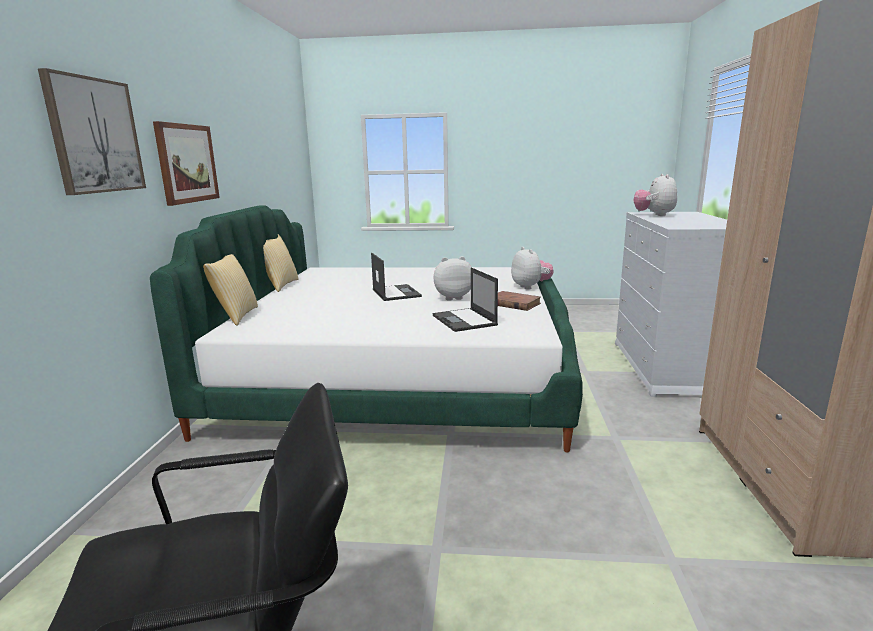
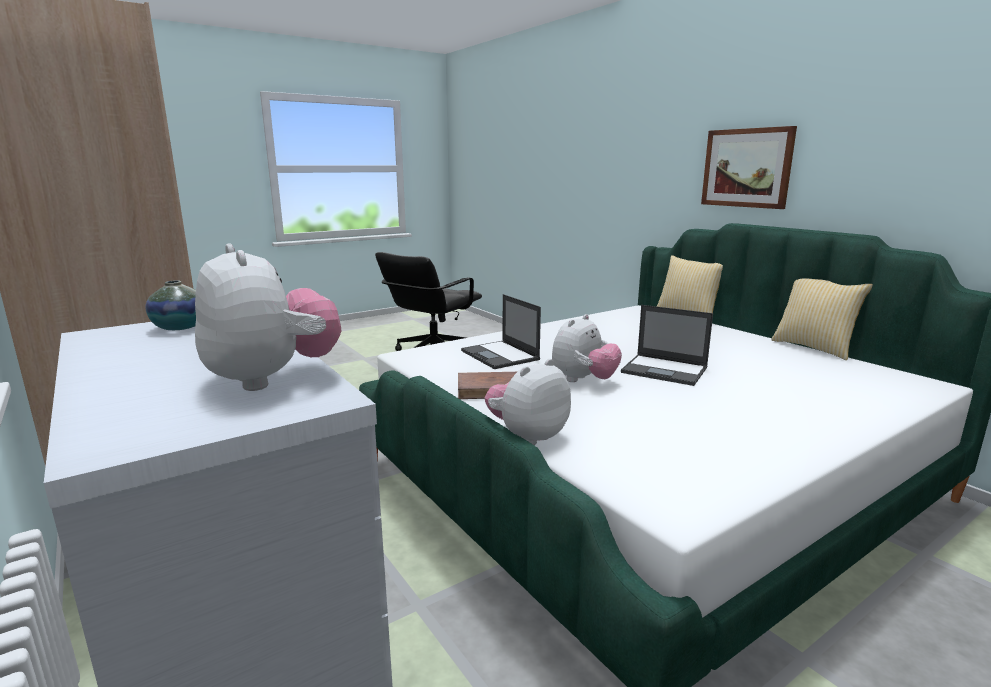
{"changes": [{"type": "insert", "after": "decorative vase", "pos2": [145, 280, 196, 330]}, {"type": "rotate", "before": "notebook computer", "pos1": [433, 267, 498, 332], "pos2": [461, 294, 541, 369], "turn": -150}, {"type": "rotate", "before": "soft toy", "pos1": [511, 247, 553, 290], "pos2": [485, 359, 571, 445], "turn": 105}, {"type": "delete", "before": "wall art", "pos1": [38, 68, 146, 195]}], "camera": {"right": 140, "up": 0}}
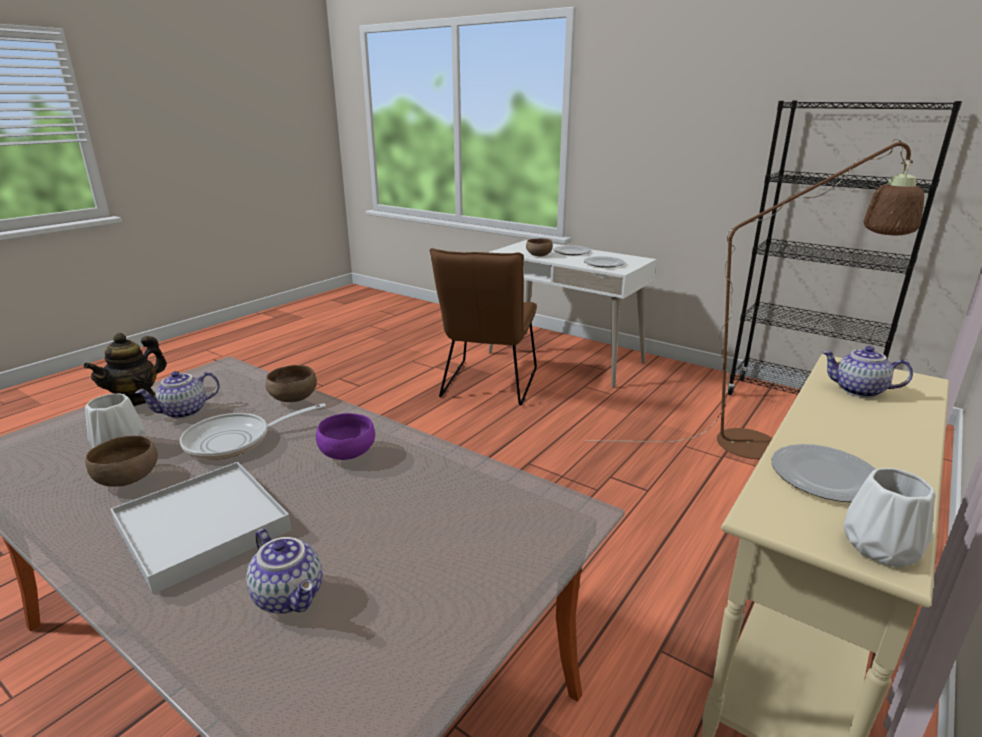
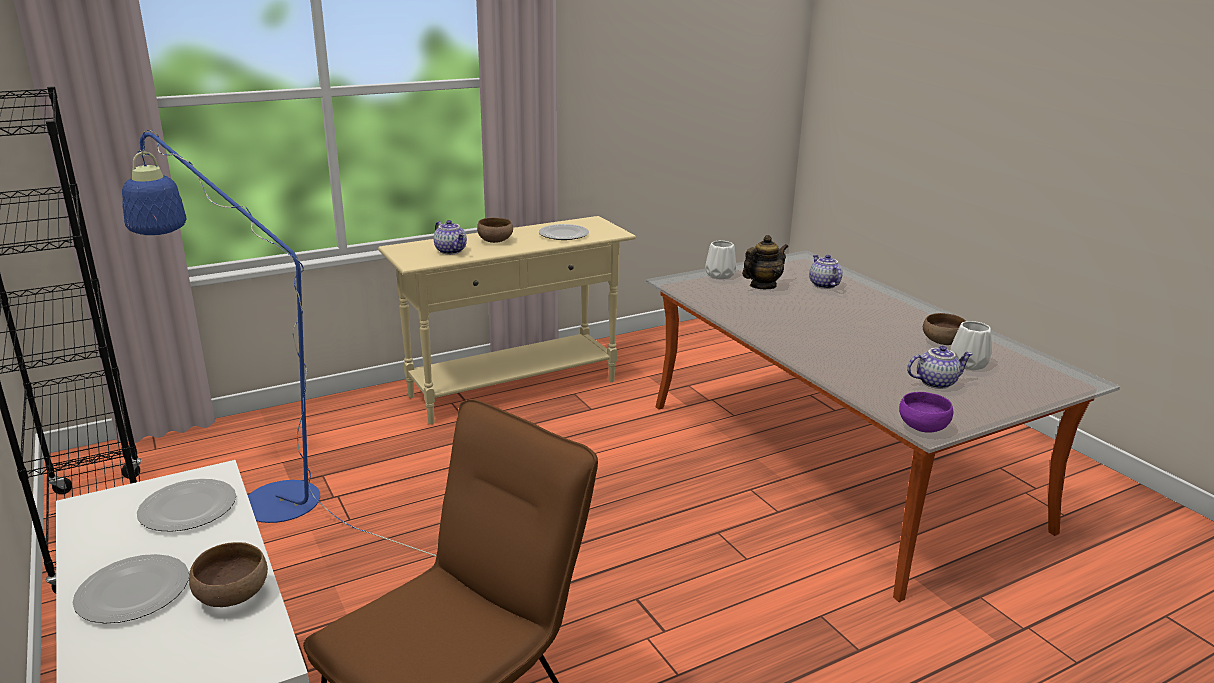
{"changes": [{"type": "recolor", "before": "floor lamp/brownish", "after": "floor lamp/bluish", "pos1": [615, 139, 924, 459], "pos2": [122, 130, 437, 556]}, {"type": "move", "before": "deep dish/brownish", "pos1": [266, 365, 317, 402], "pos2": [477, 217, 513, 243]}, {"type": "move", "before": "decorative vase/whitish", "pos1": [843, 468, 935, 567], "pos2": [705, 241, 736, 279]}, {"type": "move", "before": "pot for tea", "pos1": [83, 333, 167, 406], "pos2": [742, 235, 788, 289]}, {"type": "move", "before": "deep dish/purplish", "pos1": [316, 413, 375, 460], "pos2": [899, 392, 953, 433]}, {"type": "delete", "before": "tray/whitish", "pos1": [110, 462, 291, 594]}, {"type": "delete", "before": "skillet", "pos1": [180, 403, 326, 460]}], "camera": {"right": -155, "up": 0}}
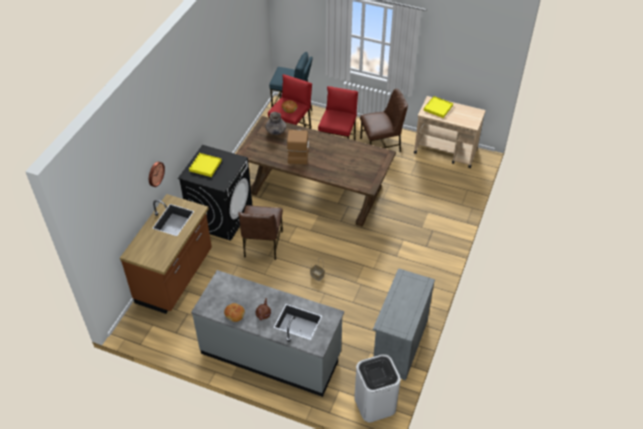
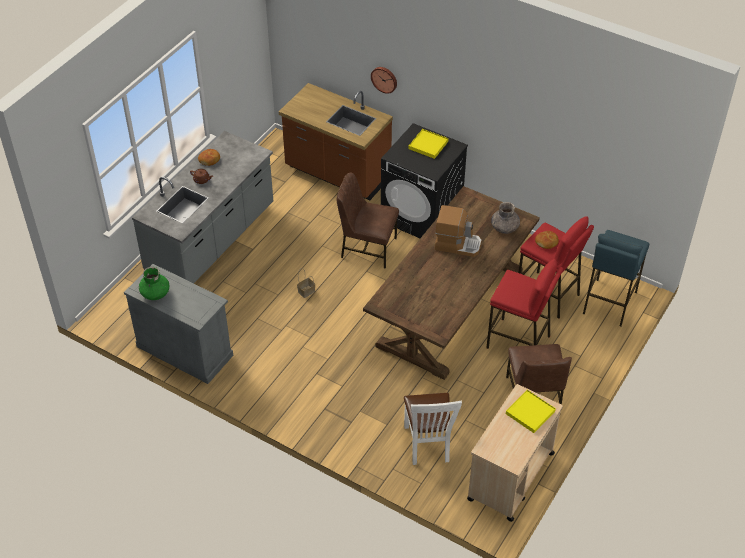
{"changes": [{"type": "insert", "after": "decorative vase/greenish", "pos2": [139, 267, 169, 300]}, {"type": "insert", "after": "plain chair/whitish", "pos2": [404, 393, 462, 465]}, {"type": "delete", "before": "waste bin/whitish", "pos1": [354, 354, 401, 422]}], "camera": {"right": 100, "up": 0}}
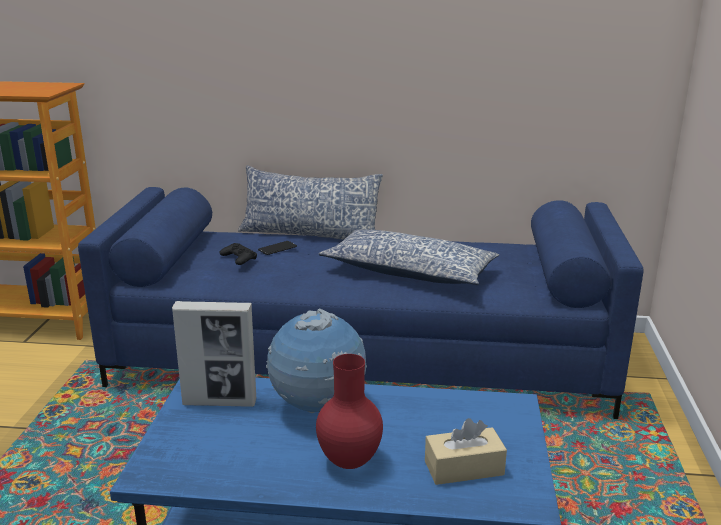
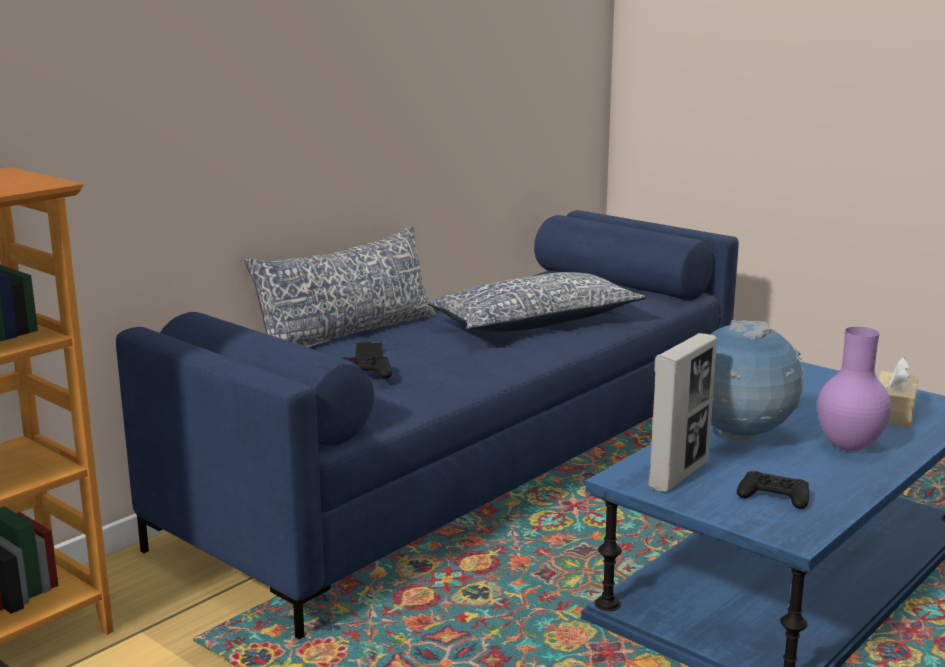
{"changes": [{"type": "insert", "after": "joypad/black-coloured", "pos2": [737, 471, 809, 509]}, {"type": "recolor", "before": "decorative vase/red", "after": "decorative vase/purplish", "pos1": [316, 354, 383, 469], "pos2": [817, 327, 891, 452]}], "camera": {"right": -55, "up": -5}}
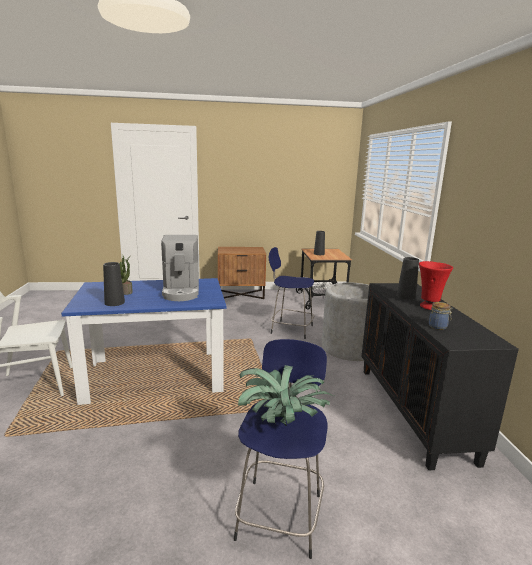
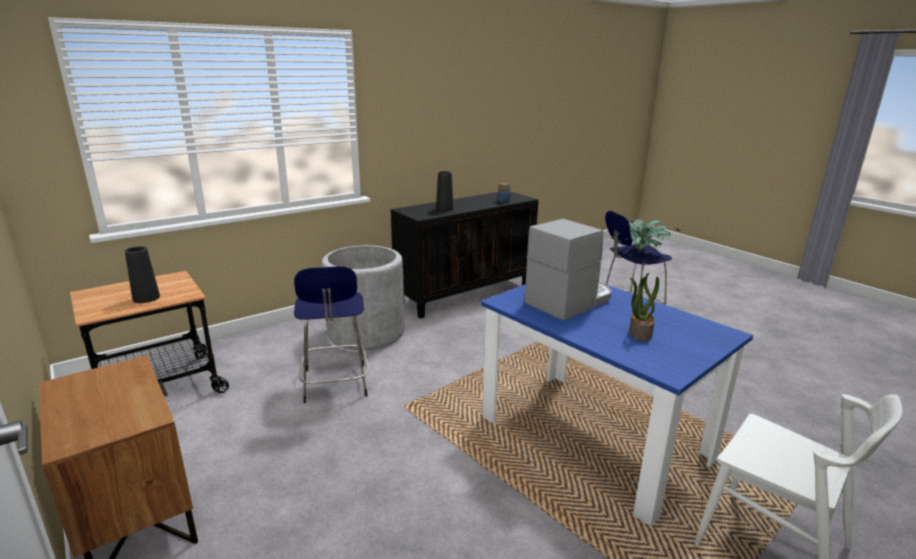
{"changes": [{"type": "delete", "before": "decorative vase/black-coloured", "pos1": [103, 262, 125, 306]}, {"type": "delete", "before": "decorative vase/red", "pos1": [419, 261, 453, 310]}], "camera": {"right": -120, "up": 5}}
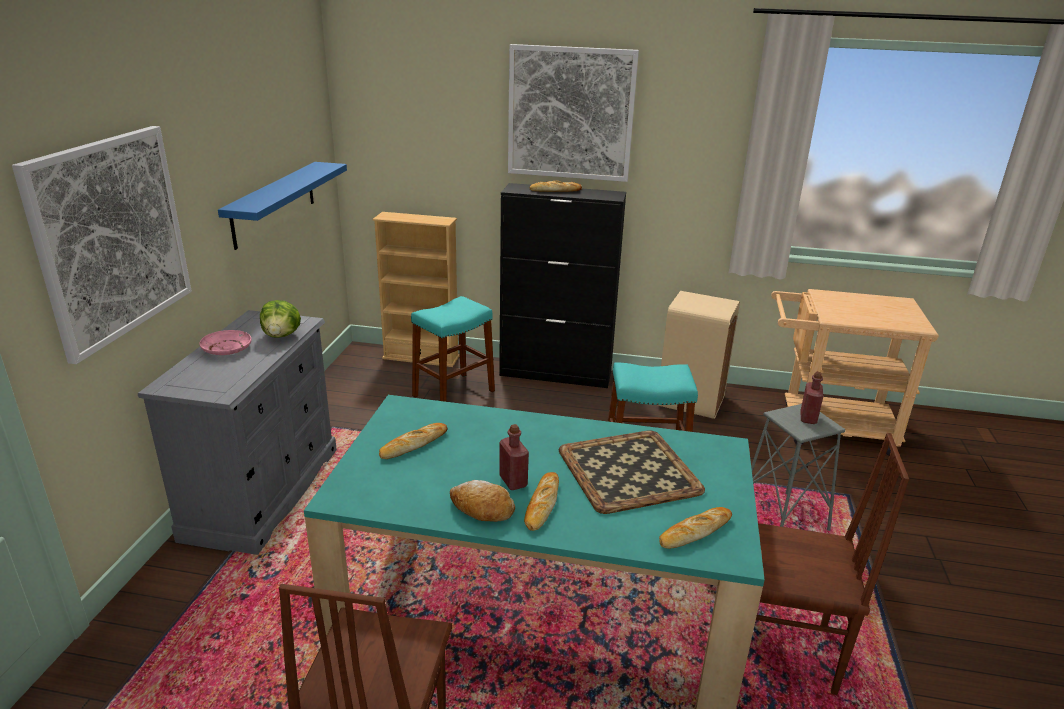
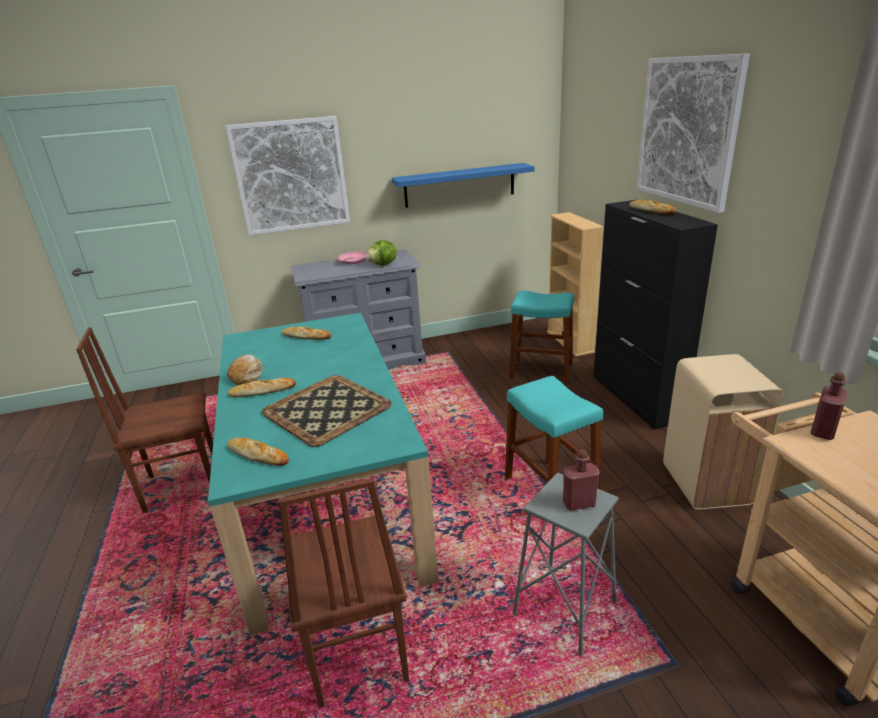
{"changes": [{"type": "move", "before": "beverage bottle/red", "pos1": [499, 424, 529, 490], "pos2": [810, 372, 847, 440]}], "camera": {"right": 65, "up": 0}}
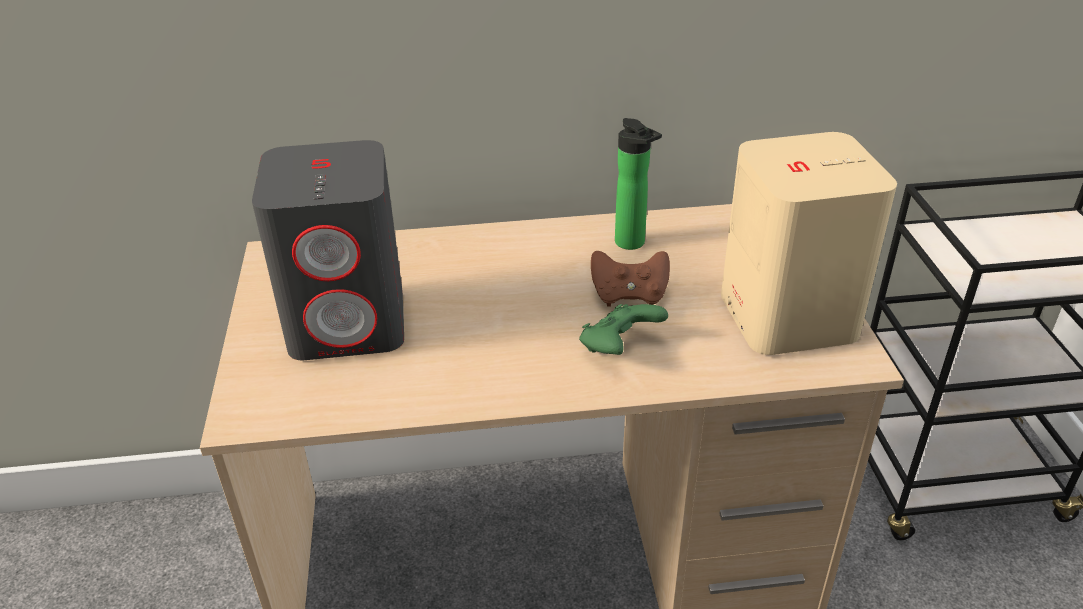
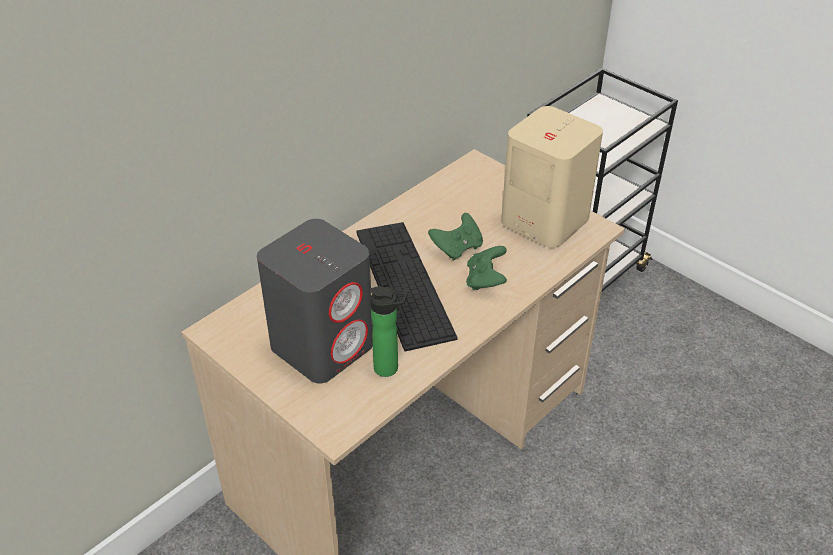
{"changes": [{"type": "insert", "after": "computer keyboard", "pos2": [356, 222, 458, 351]}, {"type": "move", "before": "beverage bottle", "pos1": [615, 118, 662, 250], "pos2": [370, 286, 408, 377]}, {"type": "recolor", "before": "joypad/brownish", "after": "joypad/greenish", "pos1": [591, 251, 670, 307], "pos2": [428, 213, 483, 261]}], "camera": {"right": -40, "up": 5}}
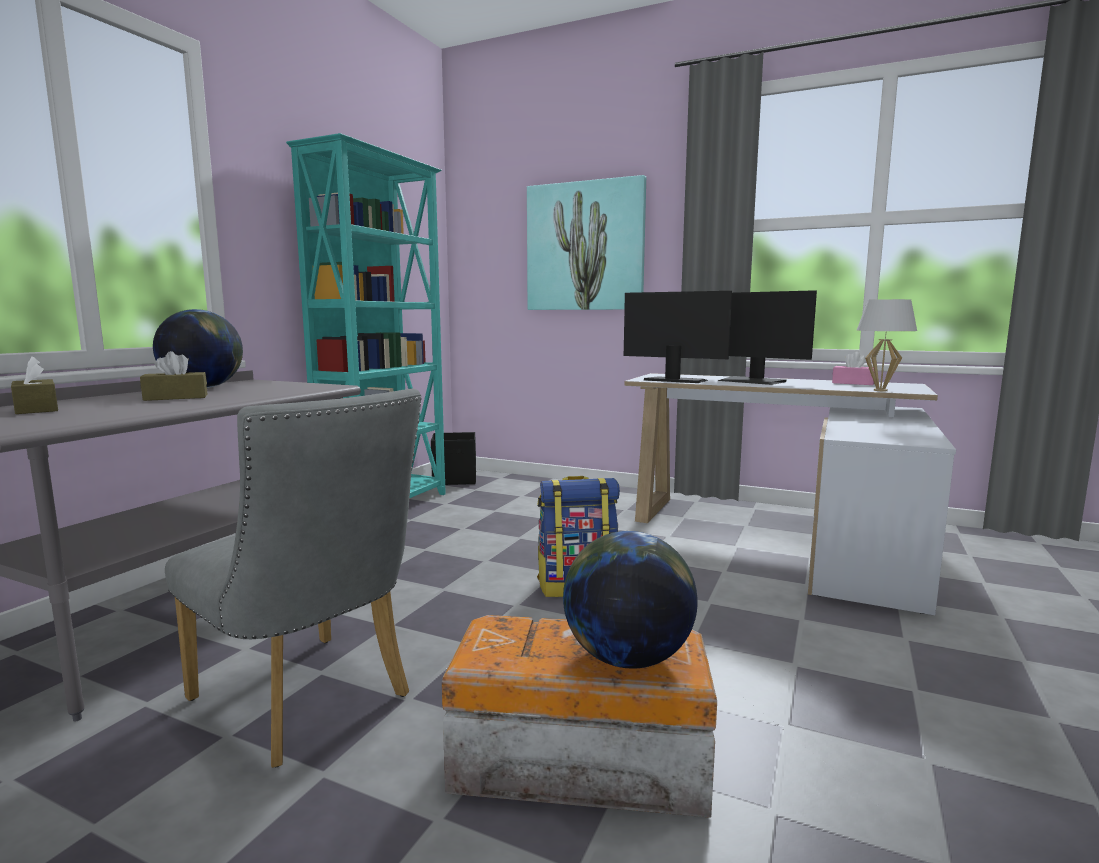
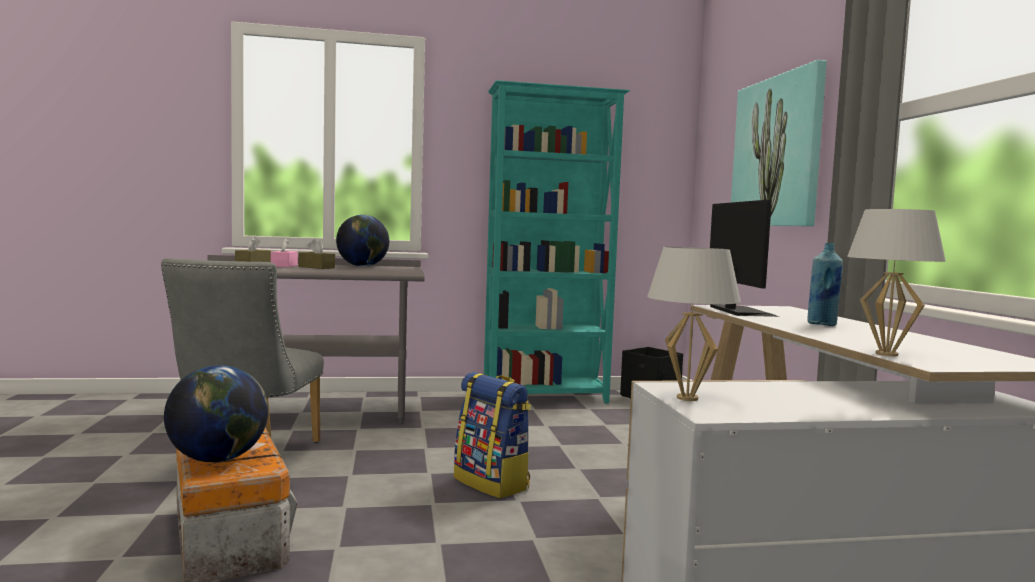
{"changes": [{"type": "move", "before": "box of tissues/pinkish", "pos1": [832, 351, 875, 385], "pos2": [271, 238, 298, 267]}, {"type": "insert", "after": "tabletop lamp/whitish", "pos2": [647, 247, 741, 401]}, {"type": "replace", "before": "computer display", "after": "beverage bottle/bluish", "pos1": [718, 290, 817, 385], "pos2": [807, 243, 843, 326]}], "camera": {"right": 55, "up": -5}}
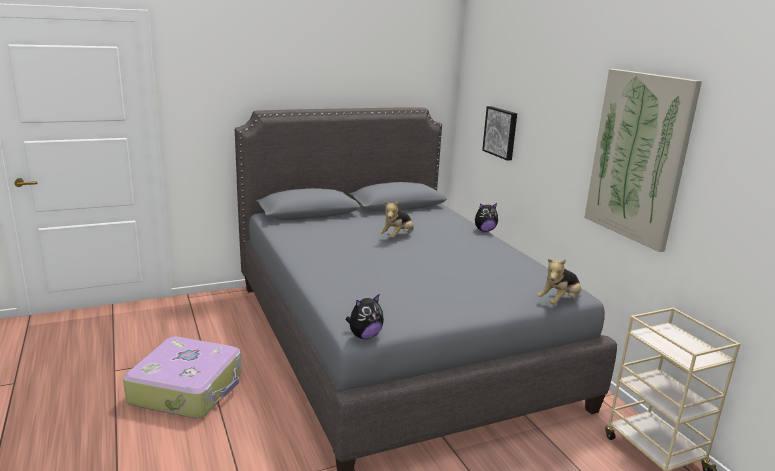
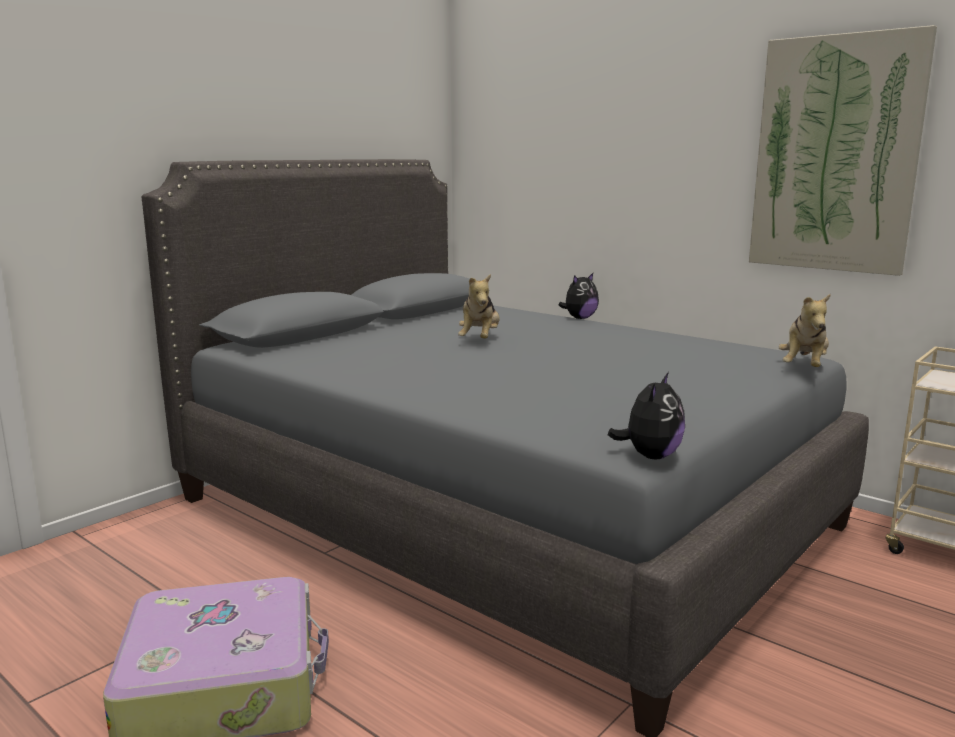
{"changes": [{"type": "delete", "before": "wall art", "pos1": [482, 106, 517, 161]}], "camera": {"right": -25, "up": -5}}
